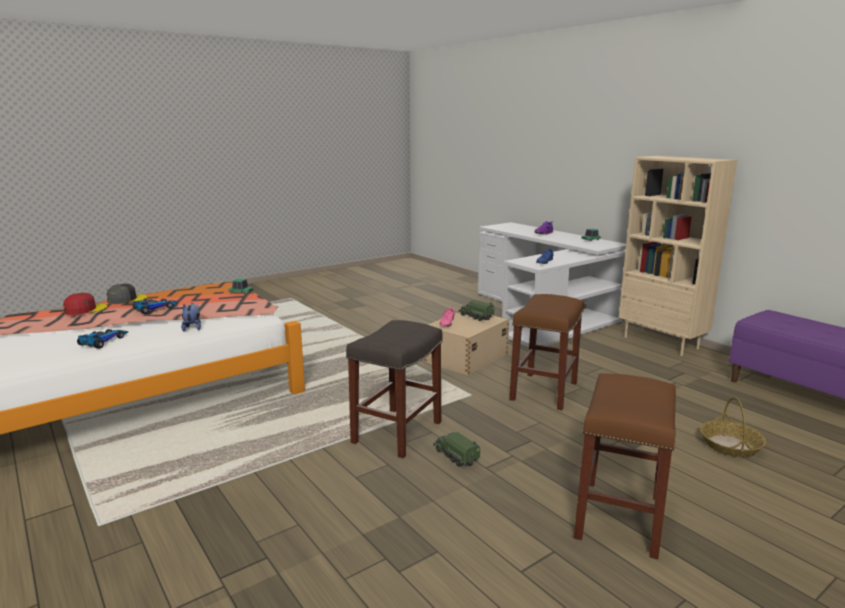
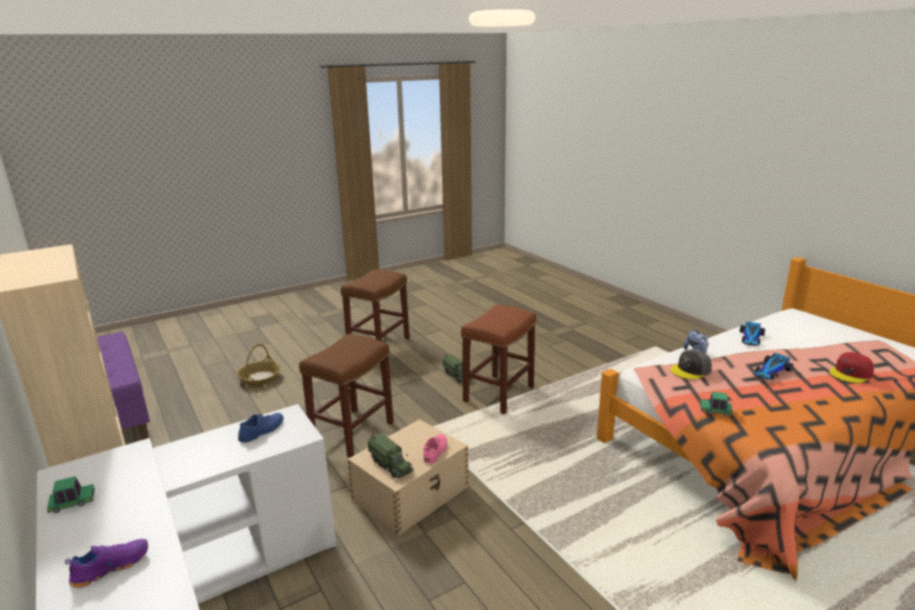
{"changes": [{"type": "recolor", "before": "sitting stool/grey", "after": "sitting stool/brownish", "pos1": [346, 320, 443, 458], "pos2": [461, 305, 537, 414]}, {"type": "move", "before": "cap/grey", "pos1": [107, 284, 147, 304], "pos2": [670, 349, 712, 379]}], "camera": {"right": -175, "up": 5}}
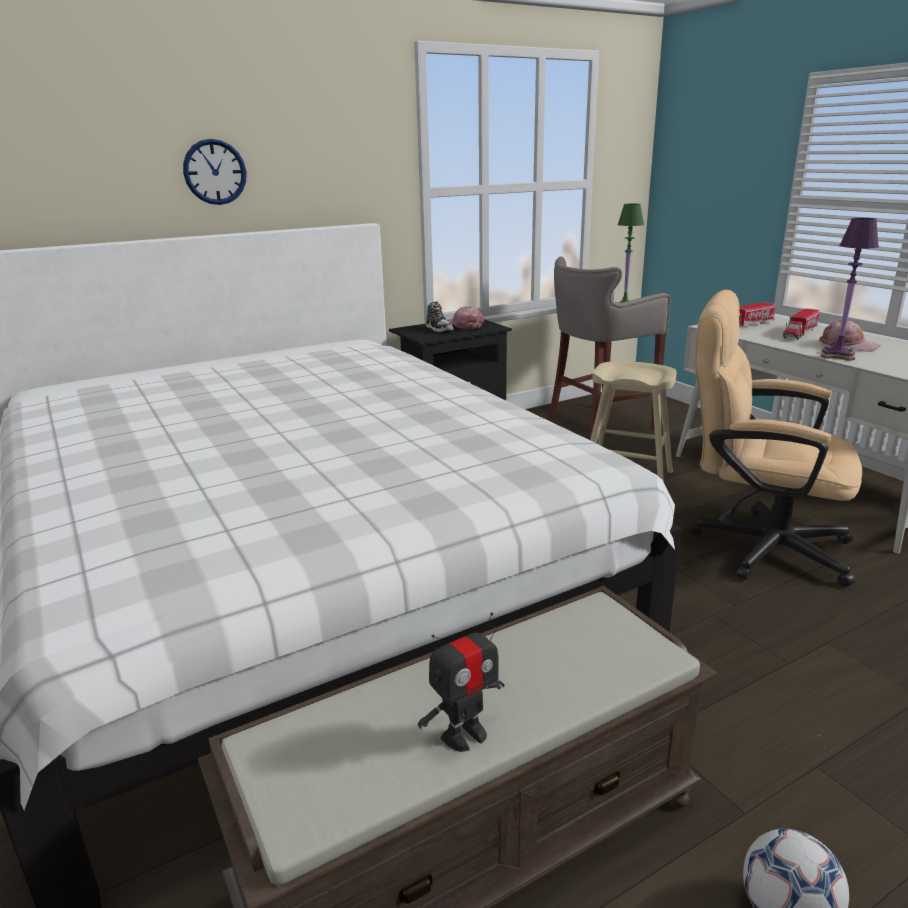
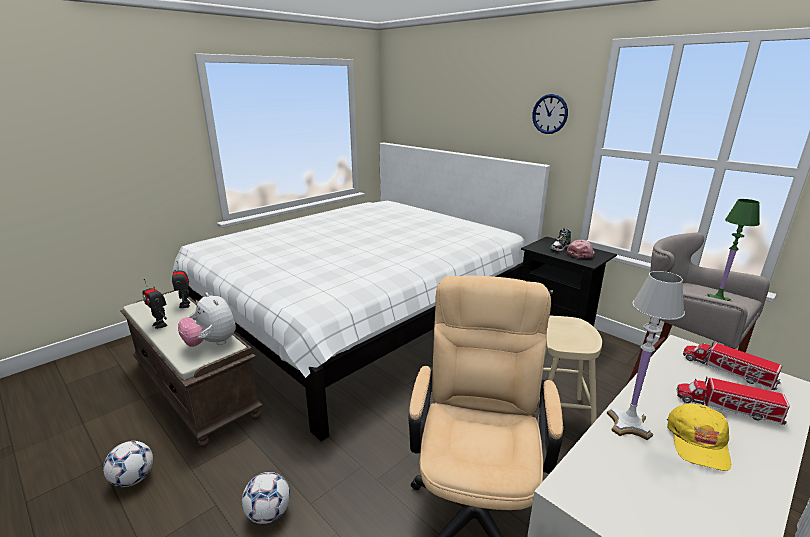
{"changes": [{"type": "insert", "after": "model robot", "pos2": [172, 270, 190, 308]}, {"type": "insert", "after": "soft toy", "pos2": [178, 292, 236, 347]}, {"type": "insert", "after": "football ball", "pos2": [242, 472, 290, 524]}, {"type": "move", "before": "clock on the wall", "pos1": [183, 139, 246, 205], "pos2": [532, 94, 568, 134]}, {"type": "recolor", "before": "tabletop lamp/purplish", "after": "tabletop lamp/whitish", "pos1": [821, 218, 879, 361], "pos2": [607, 271, 685, 440]}, {"type": "recolor", "before": "cap/pinkish", "after": "cap/yellowish", "pos1": [819, 320, 881, 352], "pos2": [667, 403, 731, 471]}], "camera": {"right": 75, "up": 0}}
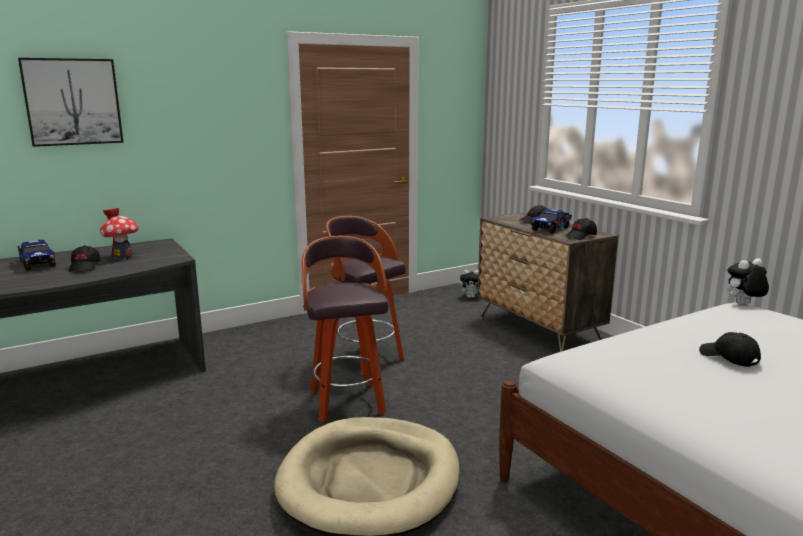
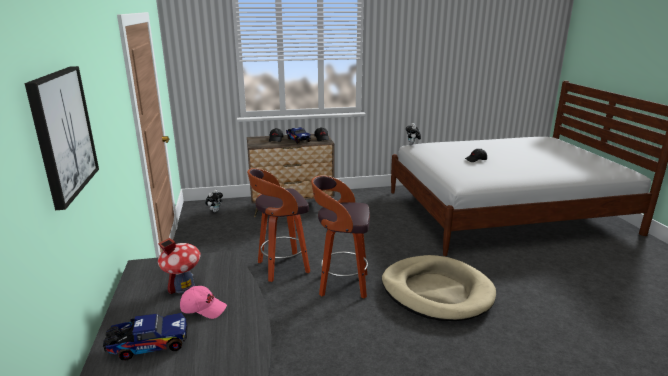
{"changes": [{"type": "recolor", "before": "cap/black-coloured", "after": "cap/pinkish", "pos1": [69, 245, 100, 272], "pos2": [180, 286, 227, 319]}], "camera": {"right": -70, "up": 5}}
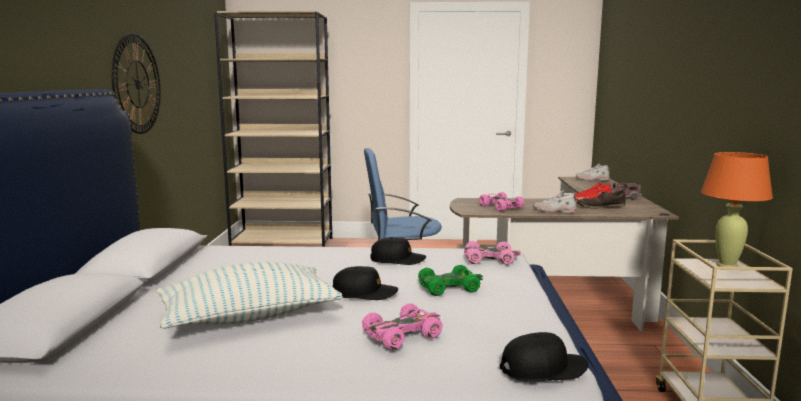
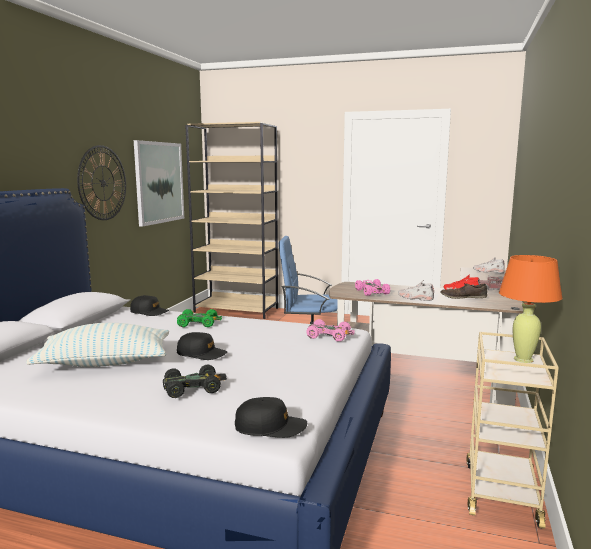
{"changes": [{"type": "move", "before": "cap/black-coloured", "pos1": [371, 237, 426, 265], "pos2": [130, 295, 169, 316]}, {"type": "insert", "after": "wall art", "pos2": [134, 140, 184, 227]}, {"type": "recolor", "before": "miniature car/pinkish", "after": "miniature car/black-coloured", "pos1": [362, 303, 443, 350], "pos2": [163, 364, 227, 398]}, {"type": "move", "before": "miniature car/greenish", "pos1": [418, 265, 483, 296], "pos2": [177, 309, 222, 327]}], "camera": {"right": 15, "up": 0}}
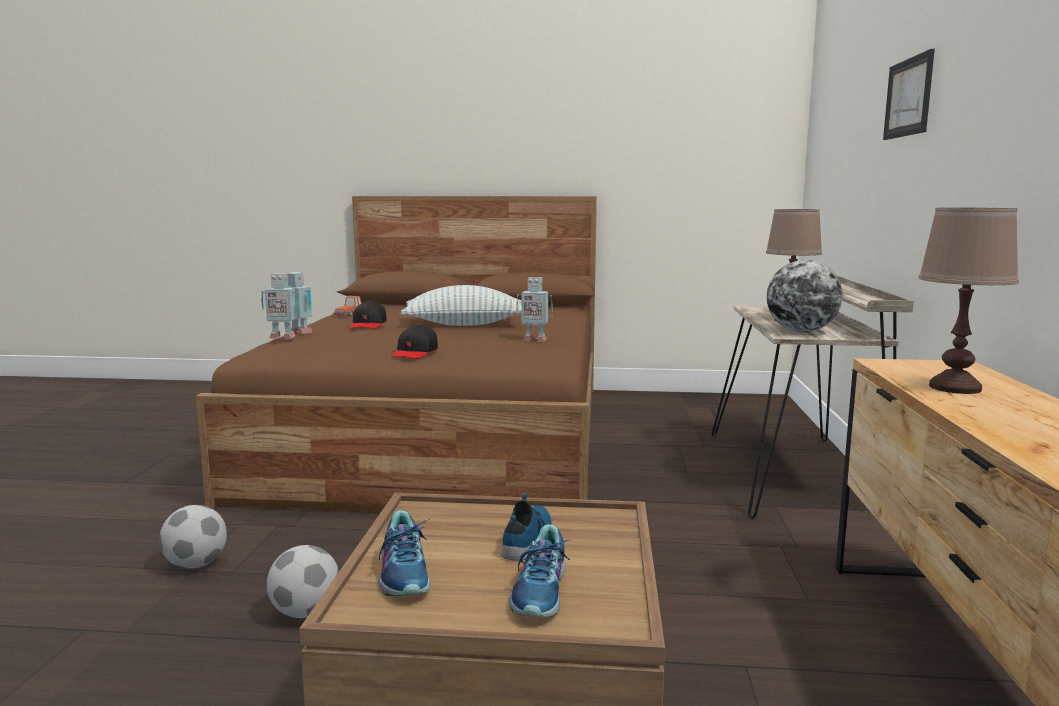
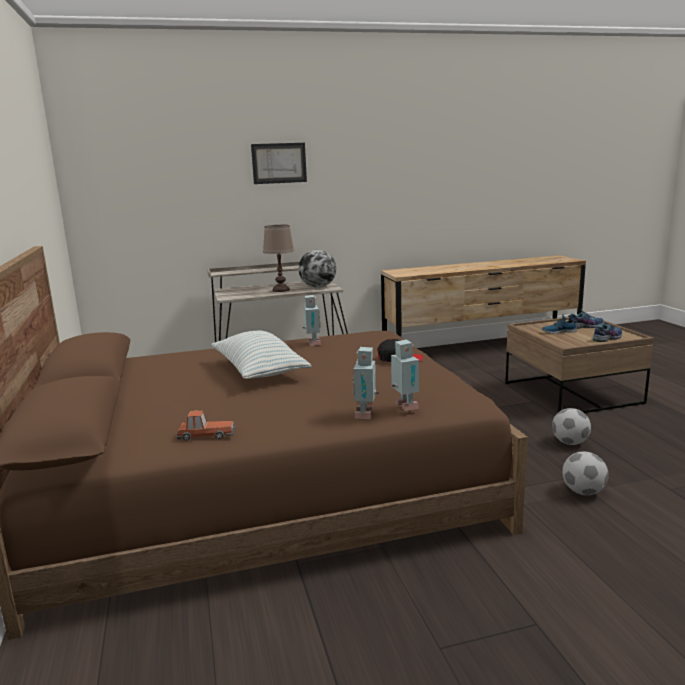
{"changes": [{"type": "delete", "before": "cap/black-coloured", "pos1": [350, 300, 387, 329]}, {"type": "delete", "before": "tabletop lamp/brownish", "pos1": [919, 208, 1019, 394]}], "camera": {"right": -110, "up": 5}}
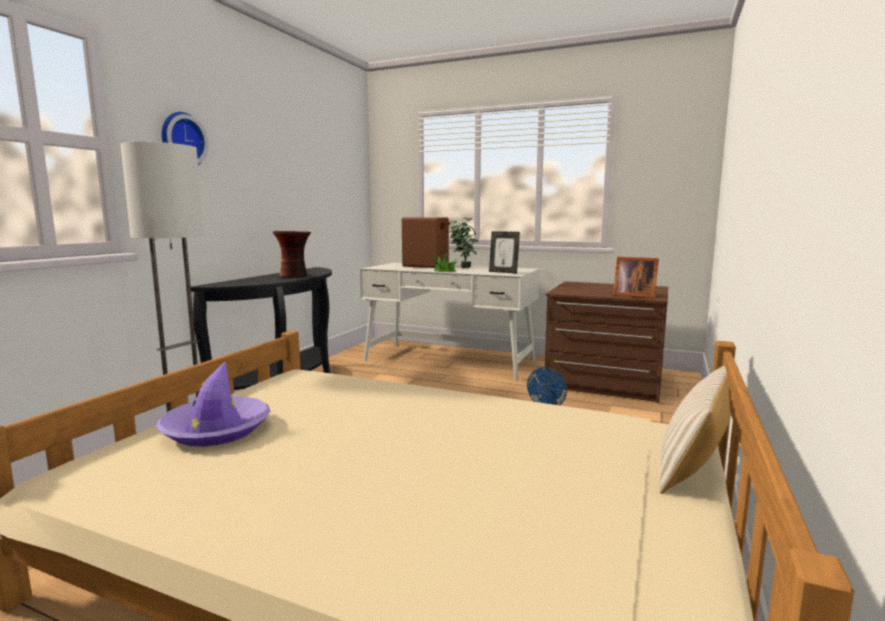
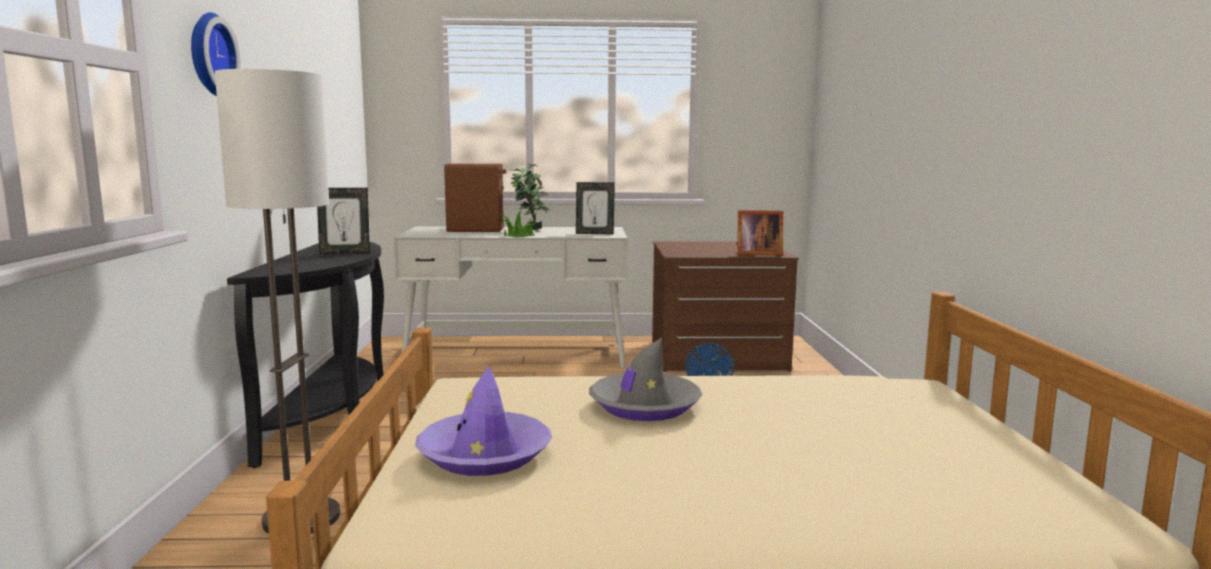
{"changes": [{"type": "replace", "before": "decorative vase", "after": "picture frame", "pos1": [273, 231, 311, 277], "pos2": [317, 188, 370, 254]}, {"type": "insert", "after": "wearable hat/grey", "pos2": [589, 338, 702, 421]}, {"type": "delete", "before": "throw pillow/beige-coloured", "pos1": [660, 366, 731, 494]}], "camera": {"right": -25, "up": 0}}
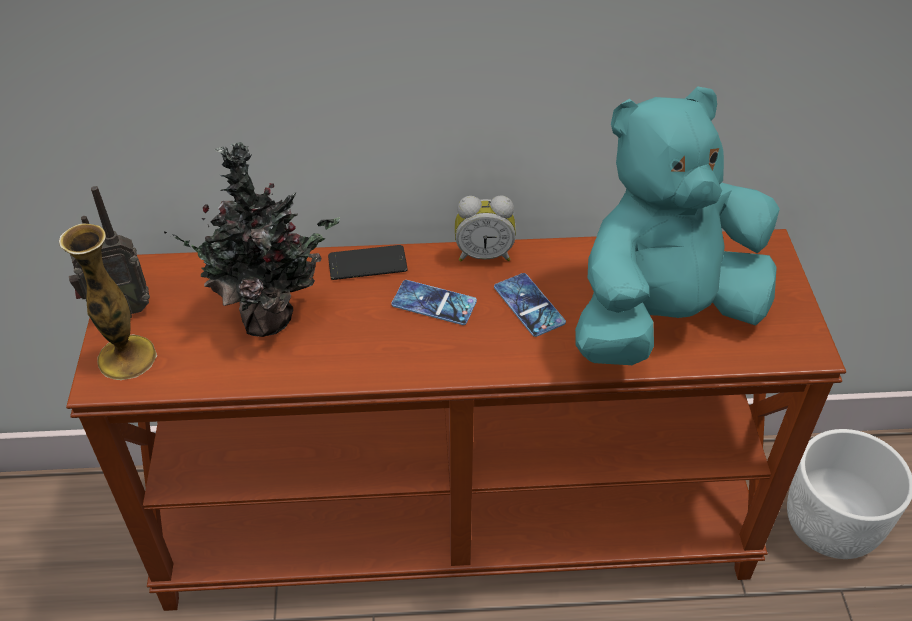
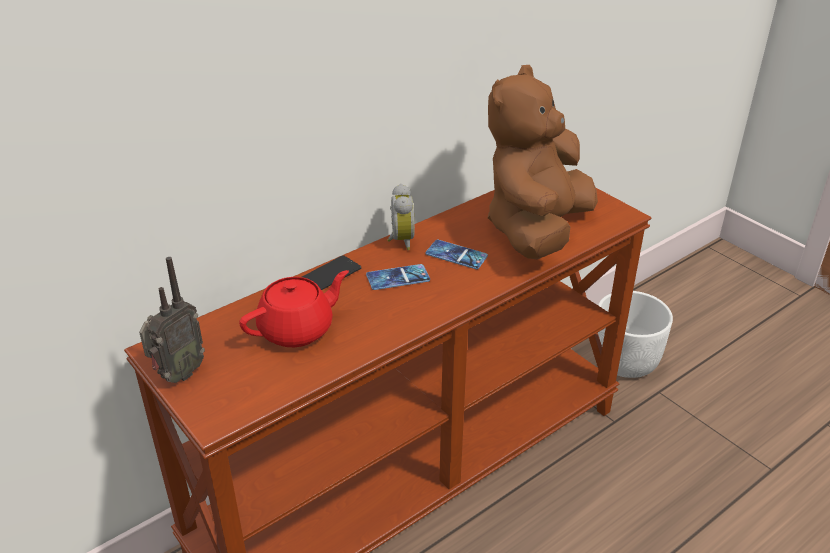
{"changes": [{"type": "replace", "before": "potted plant", "after": "pot for tea/red", "pos1": [164, 142, 340, 337], "pos2": [239, 270, 349, 347]}, {"type": "rotate", "before": "table clock", "pos1": [455, 196, 516, 261], "pos2": [387, 184, 415, 250], "turn": -60}, {"type": "recolor", "before": "soft toy/turquoise-coloured", "after": "soft toy/brownish", "pos1": [575, 86, 780, 365], "pos2": [487, 65, 598, 259]}, {"type": "delete", "before": "decorative vase", "pos1": [59, 224, 157, 380]}], "camera": {"right": -35, "up": -10}}
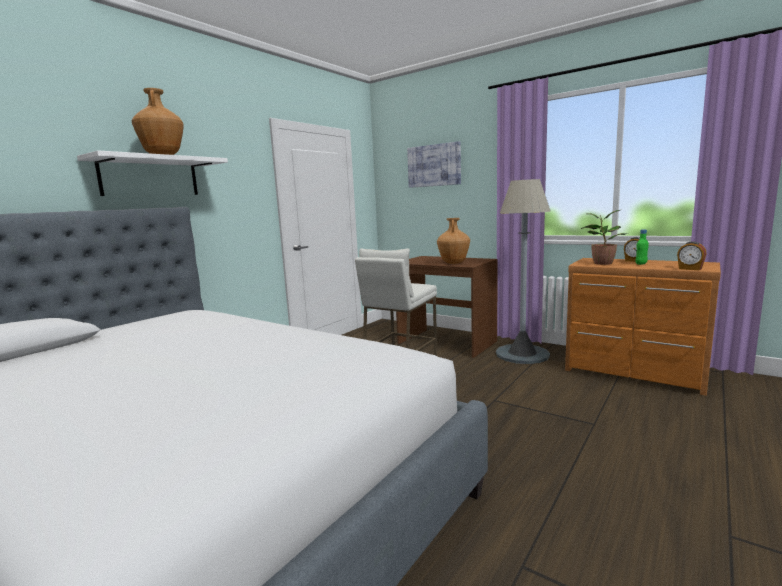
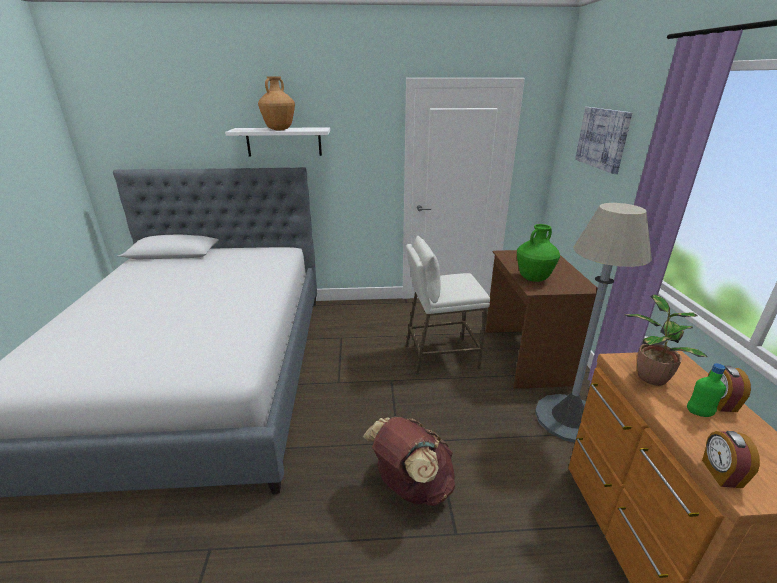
{"changes": [{"type": "insert", "after": "backpack/brownish", "pos2": [363, 417, 455, 506]}, {"type": "recolor", "before": "decorative vase/brownish", "after": "decorative vase/greenish", "pos1": [437, 218, 470, 264], "pos2": [517, 224, 560, 282]}], "camera": {"right": 50, "up": 15}}
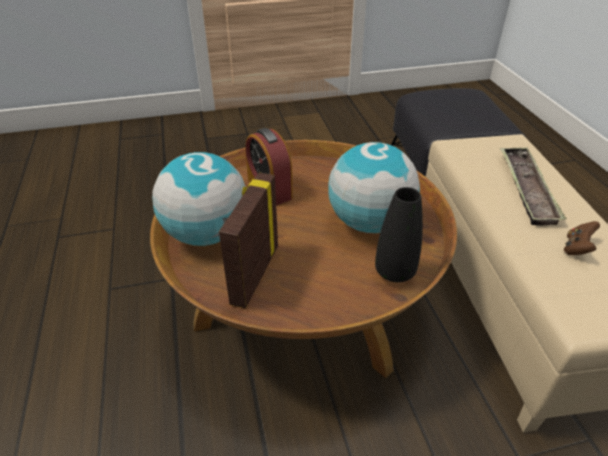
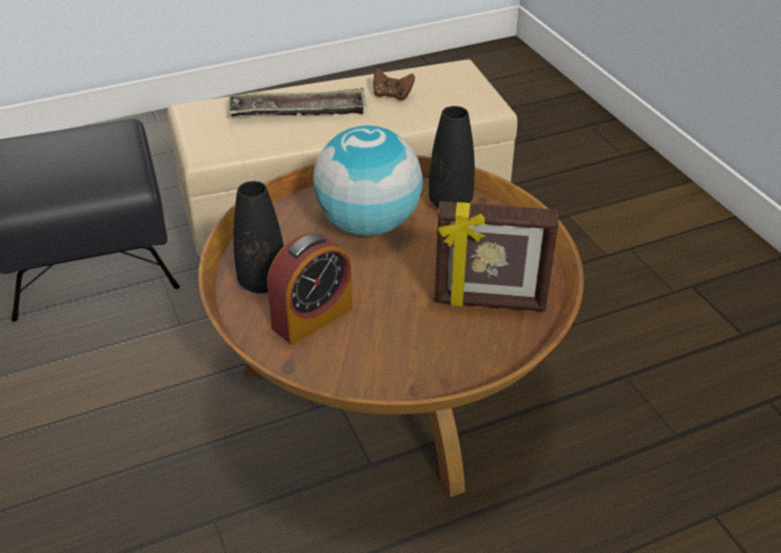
{"changes": [{"type": "insert", "after": "decorative vase/black-coloured", "pos2": [233, 181, 284, 294]}, {"type": "delete", "before": "globe", "pos1": [152, 152, 245, 246]}], "camera": {"right": -100, "up": 0}}
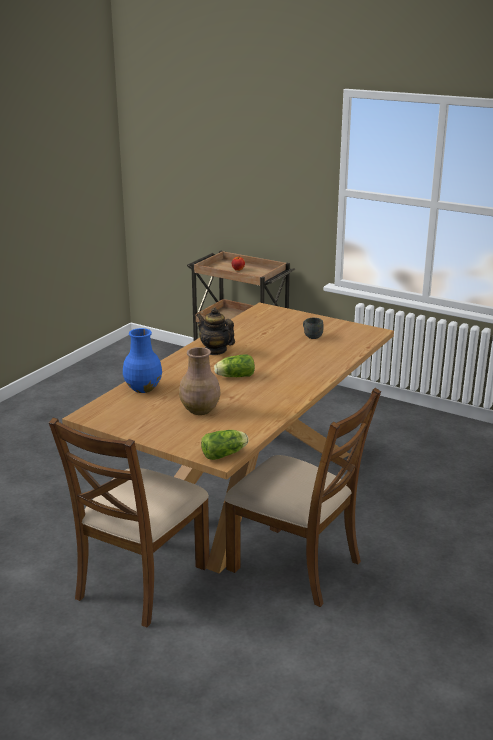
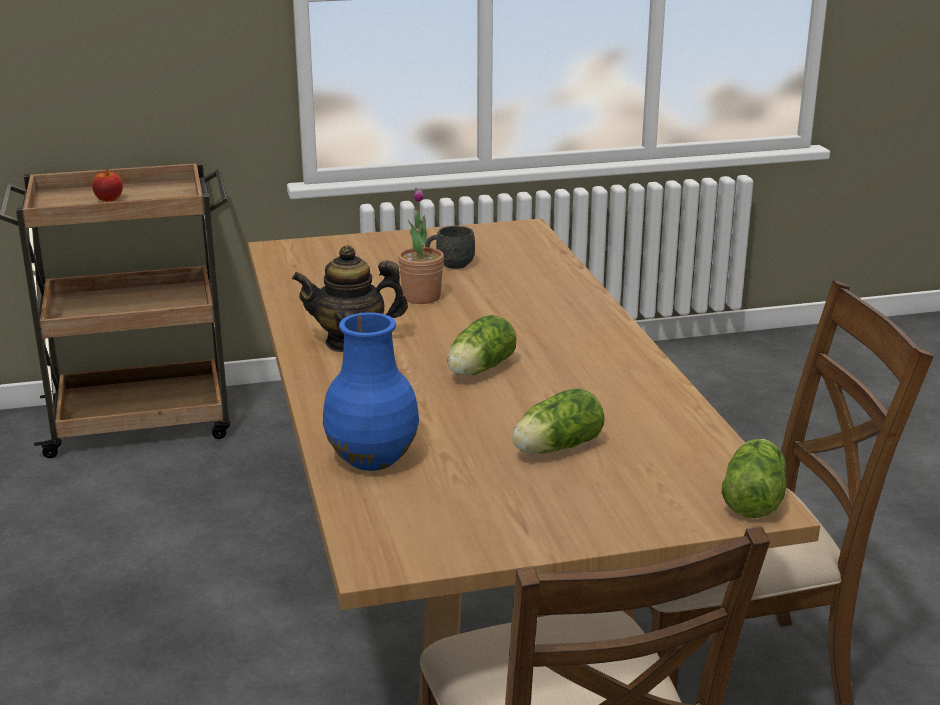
{"changes": [{"type": "insert", "after": "potted plant", "pos2": [398, 188, 444, 304]}, {"type": "replace", "before": "decorative vase/brownish", "after": "lettuce", "pos1": [179, 347, 220, 415], "pos2": [512, 389, 605, 454]}], "camera": {"right": -45, "up": 0}}
